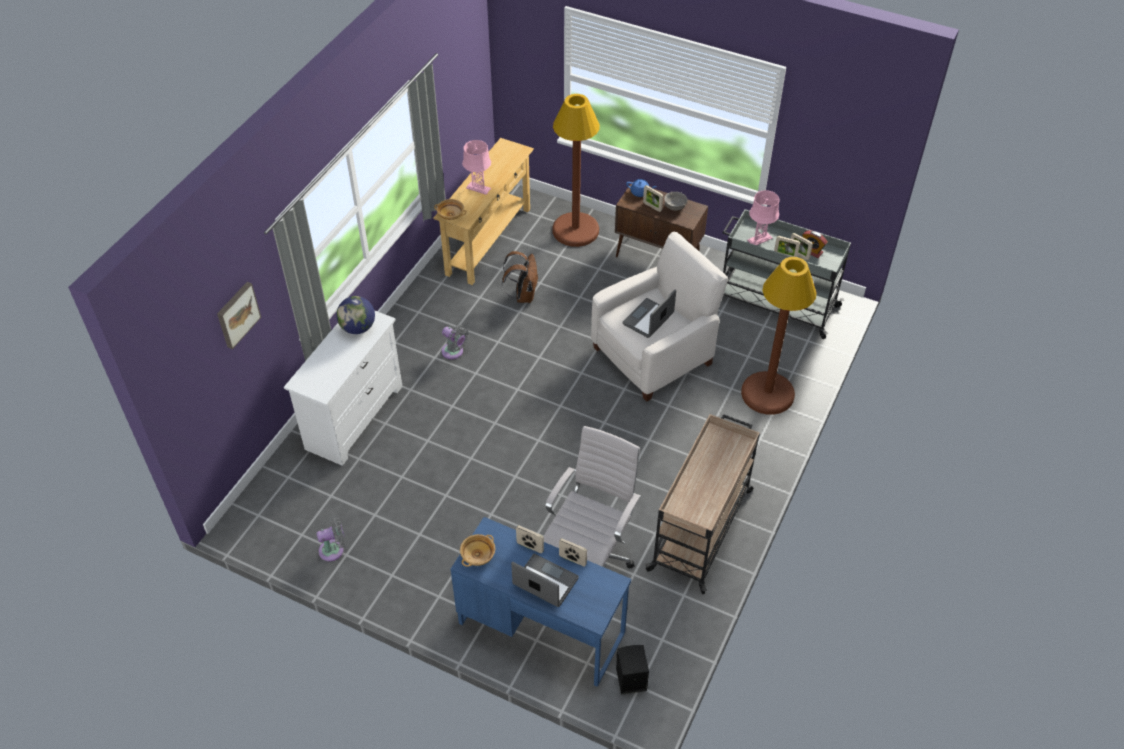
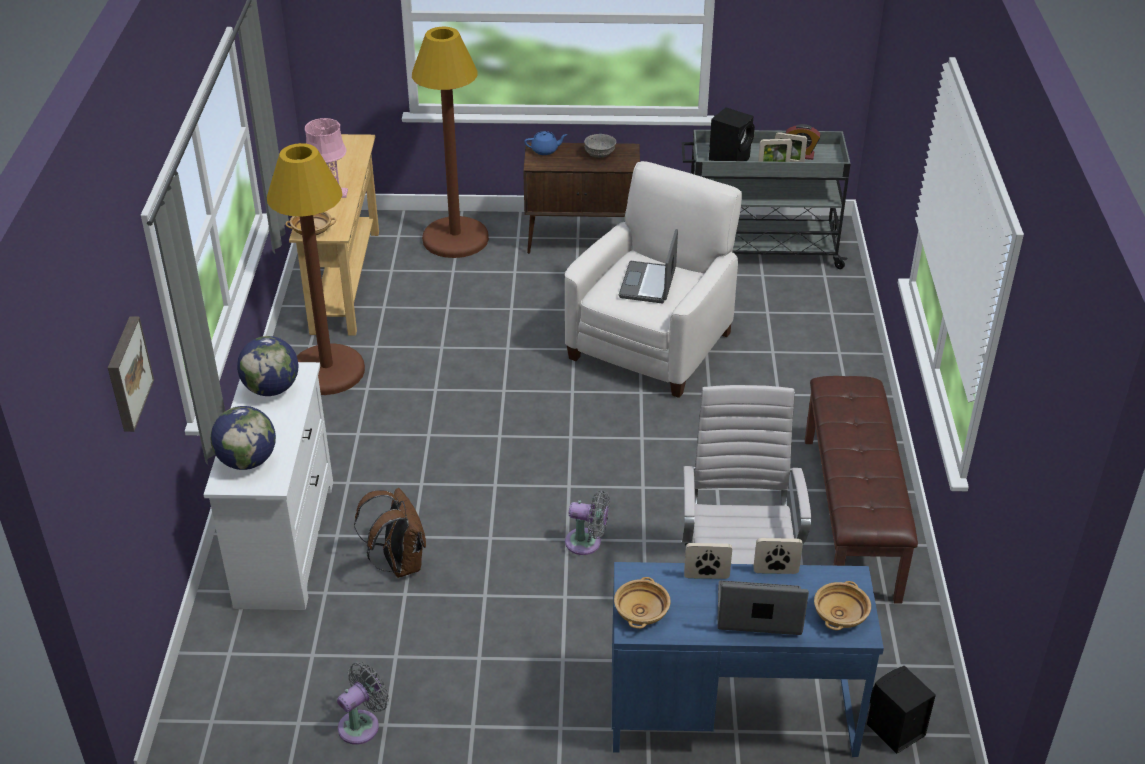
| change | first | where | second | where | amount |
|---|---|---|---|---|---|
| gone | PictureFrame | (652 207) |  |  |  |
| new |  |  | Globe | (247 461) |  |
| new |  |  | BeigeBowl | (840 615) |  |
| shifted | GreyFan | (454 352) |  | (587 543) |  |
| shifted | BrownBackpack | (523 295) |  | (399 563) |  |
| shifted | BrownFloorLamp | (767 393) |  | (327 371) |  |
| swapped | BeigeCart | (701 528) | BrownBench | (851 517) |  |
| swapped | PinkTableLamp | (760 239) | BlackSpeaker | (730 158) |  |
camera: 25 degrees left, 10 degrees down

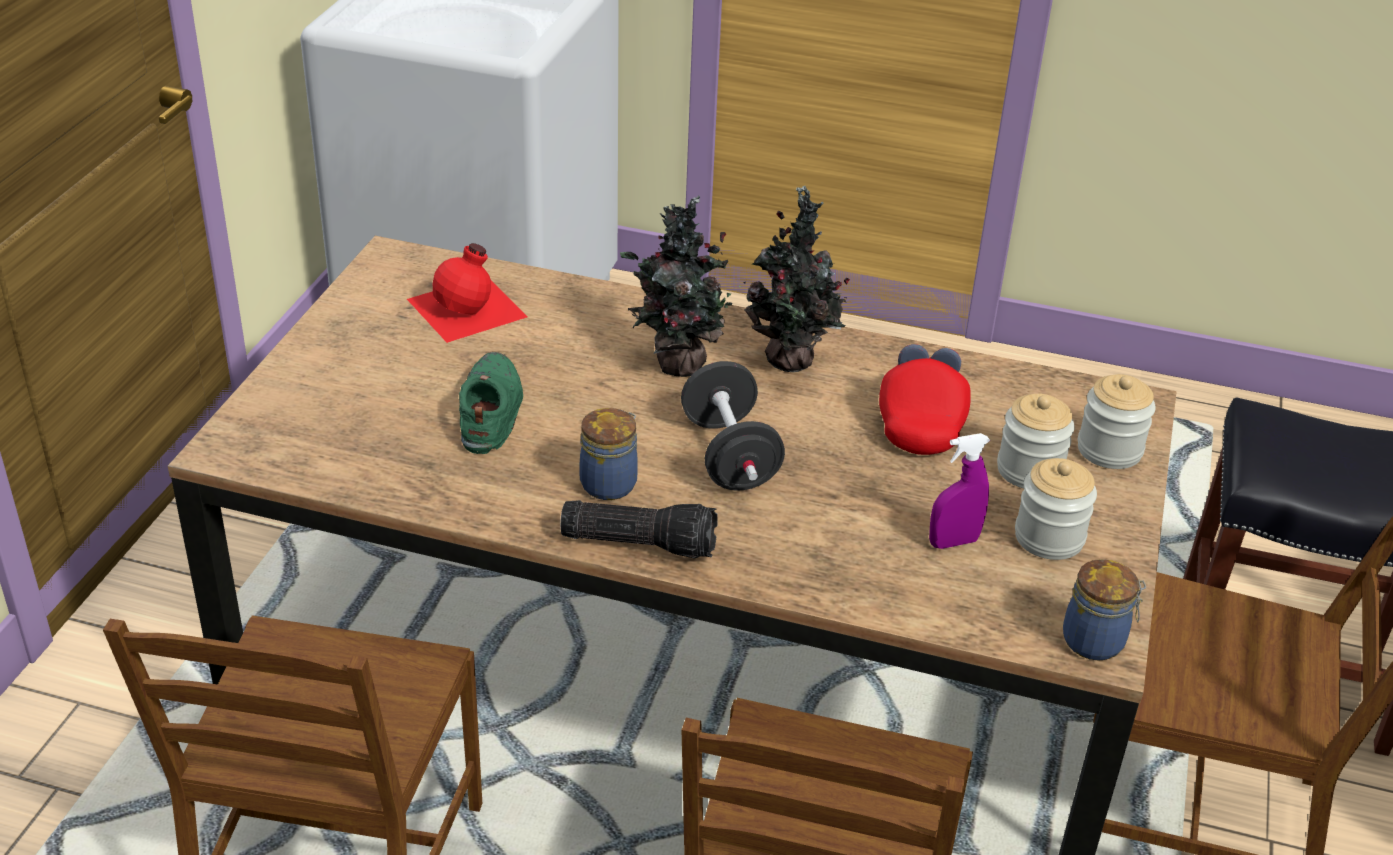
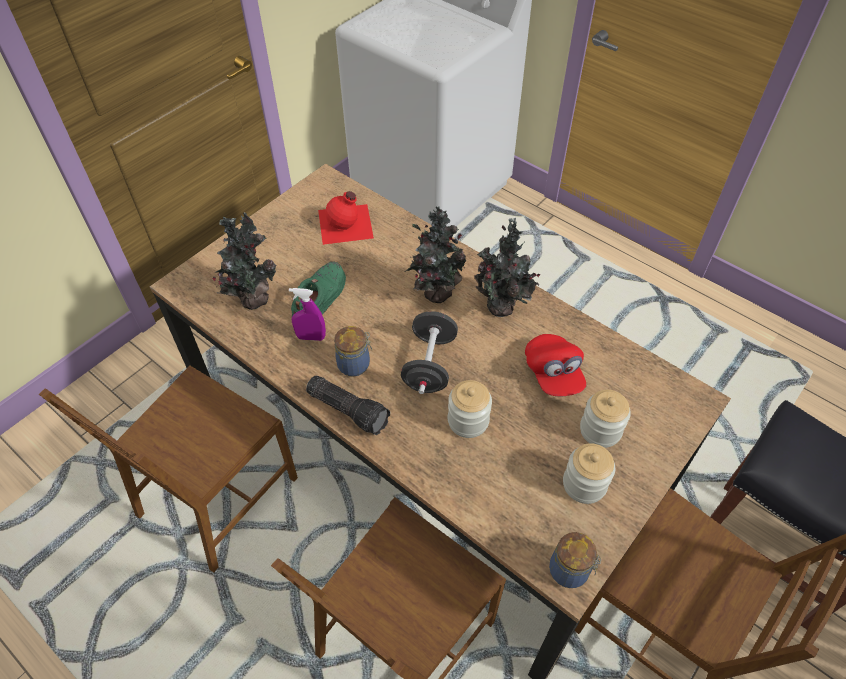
| change | first | where | second | where | amount |
|---|---|---|---|---|---|
| new |  |  | PottedPlant | (252 298) |  |
| shifted | PurpleSprayBottle | (953 542) |  | (311 337) |  |
| shifted | Jar | (1109 450) |  | (468 420) |  |
| rotated | RedCap | (920 422) |  | (553 374) | 135 degrees clockwise |
camera: 25 degrees right, 15 degrees up

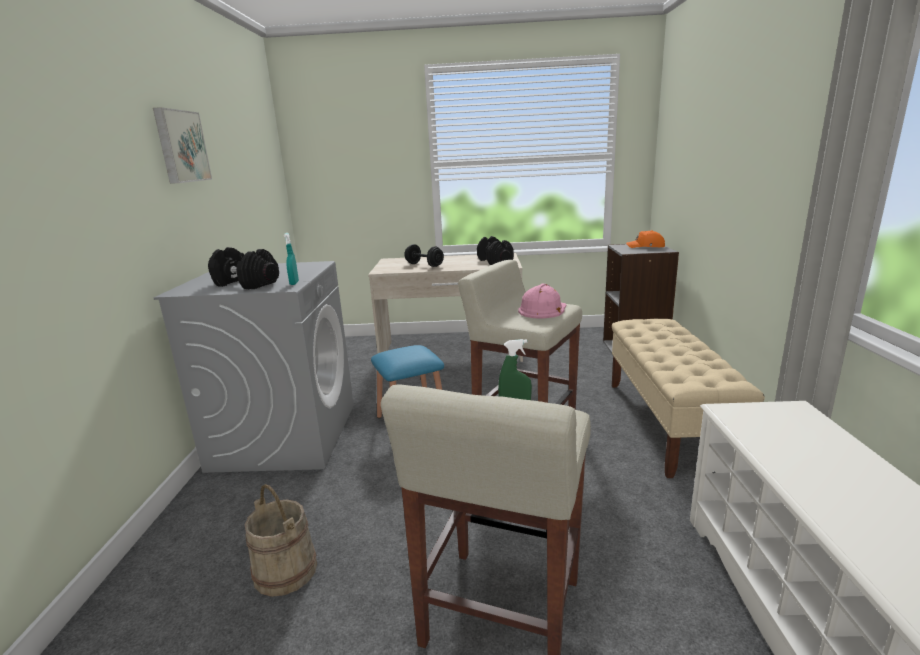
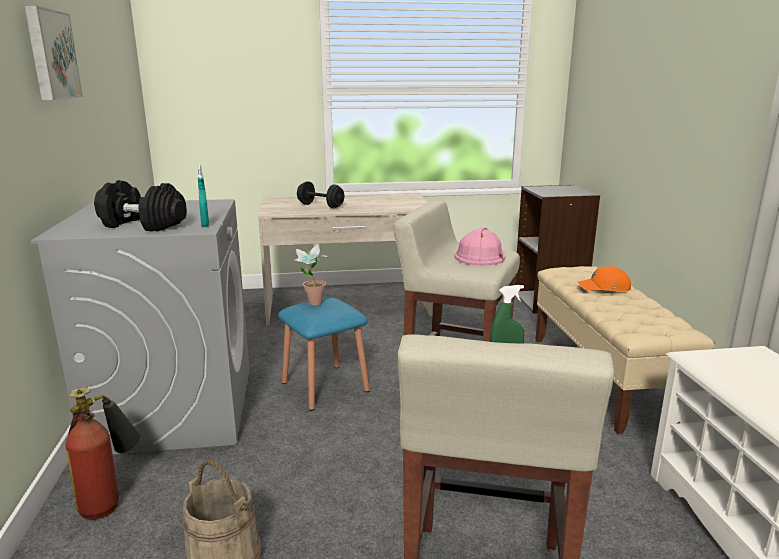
| change | first | where | second | where | amount |
|---|---|---|---|---|---|
| gone | BlackDumbbell | (494 261) |  |  |  |
| new |  |  | FireExtinguisher | (111 499) |  |
| new |  |  | PottedPlant | (312 304) |  |
| shifted | OrangeCap | (646 246) |  | (605 288) |  |
camera: 10 degrees left, 0 degrees up

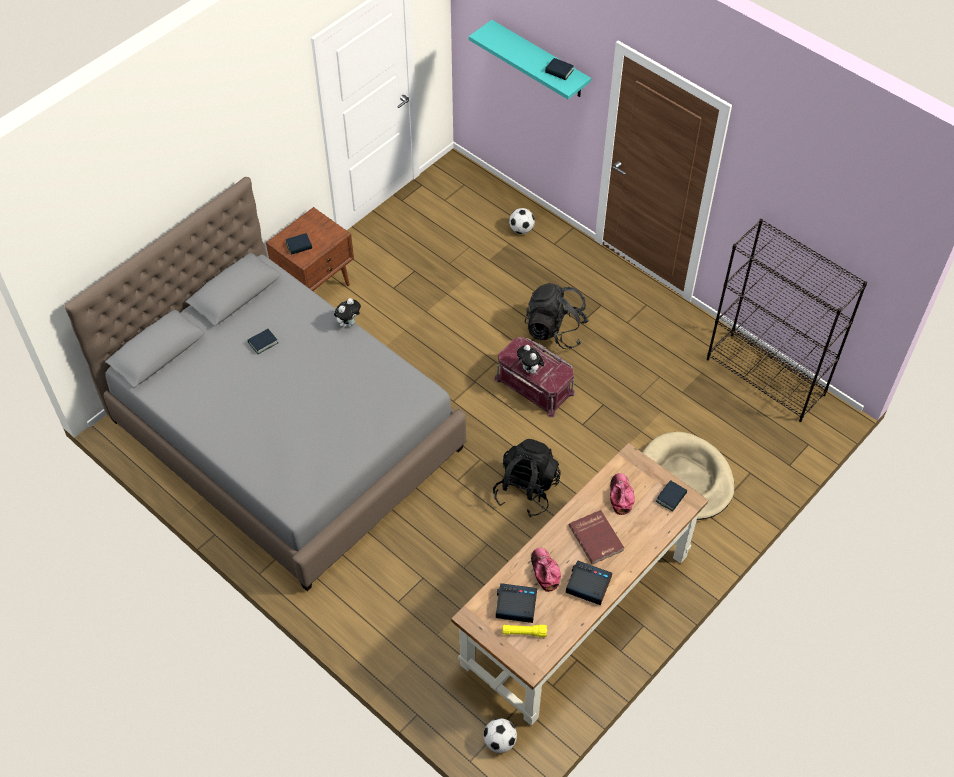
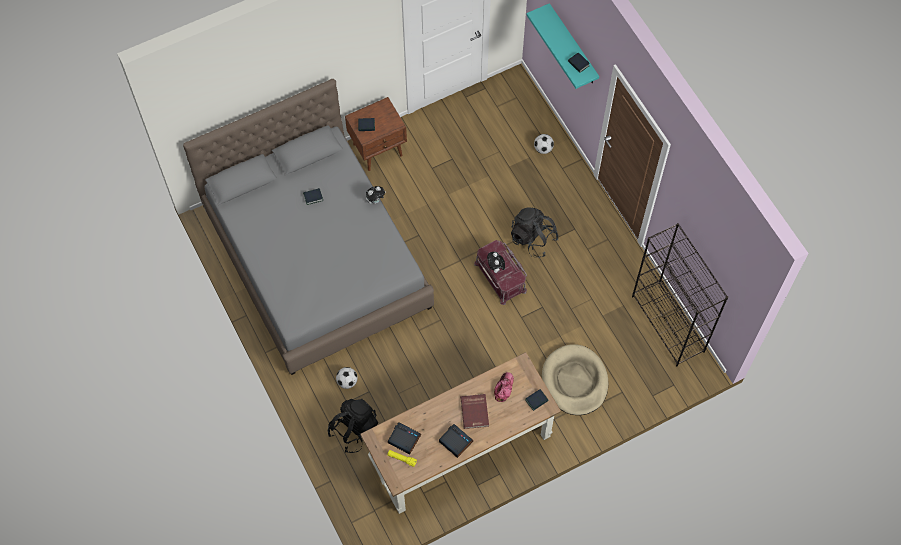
| change | first | where | second | where | amount |
|---|---|---|---|---|---|
| gone | Cap | (545 571) |  |  |  |
| shifted | Football | (500 741) |  | (347 382) |  |
| shifted | BlackBackpack | (526 490) |  | (354 430) |  |
camera: 20 degrees right, 10 degrees up

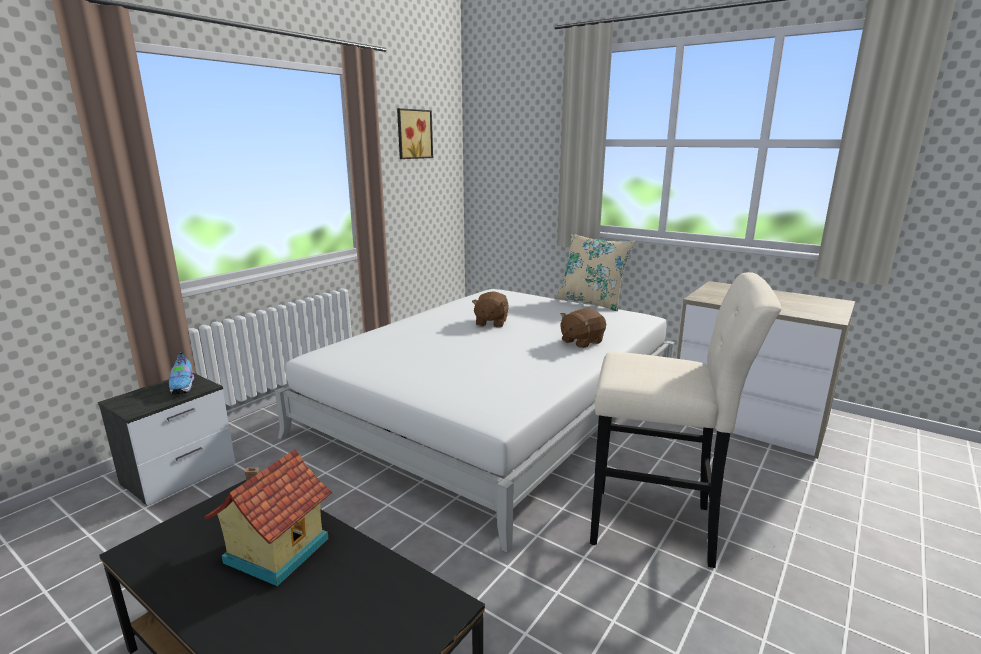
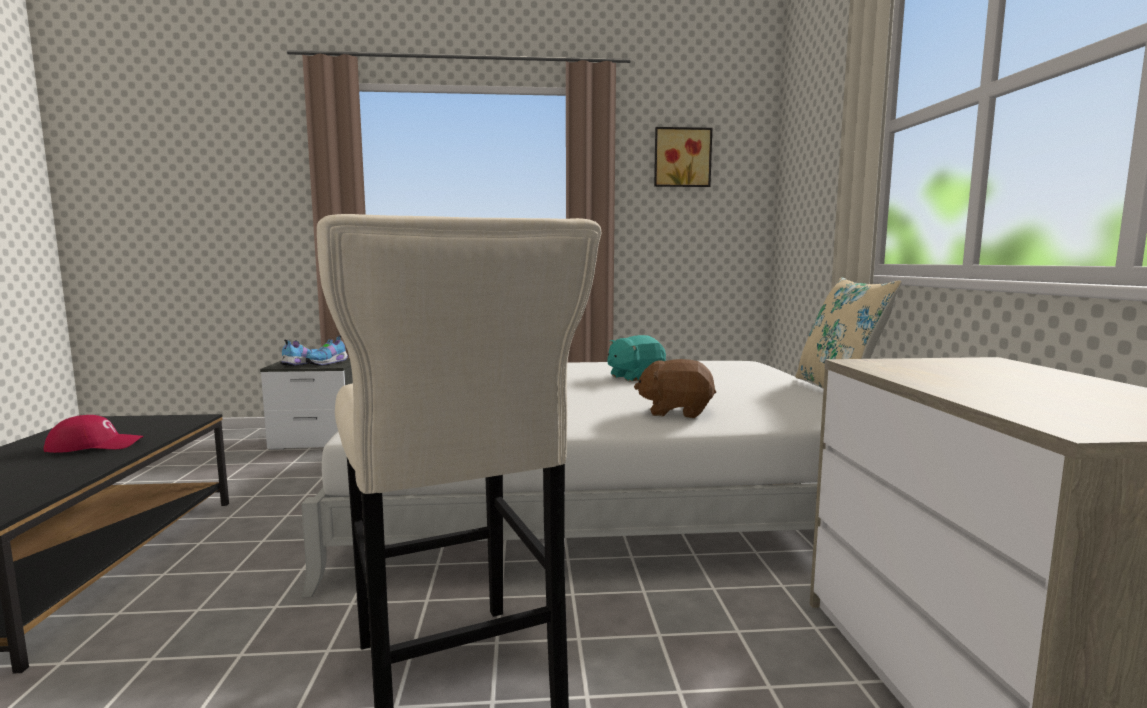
| change | first | where | second | where | amount |
|---|---|---|---|---|---|
| new |  |  | Shoe | (300 364) |  |
| swapped | ToyHouse | (274 550) | RedCap | (95 445) |  |
| repainted | BrownPlushToy | (491 323) | TurquoisePlushToy | (634 377) |  |
camera: 50 degrees right, 10 degrees down

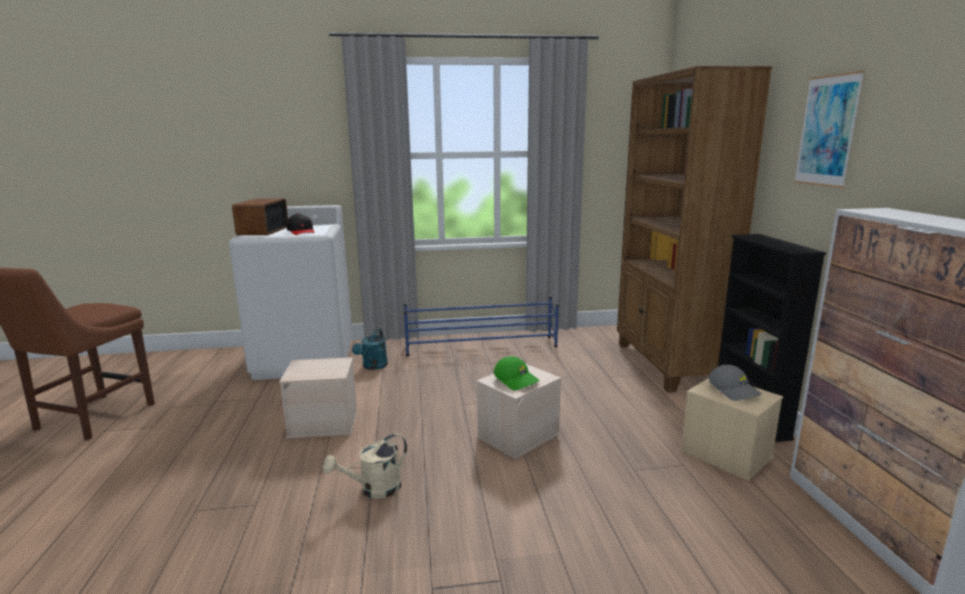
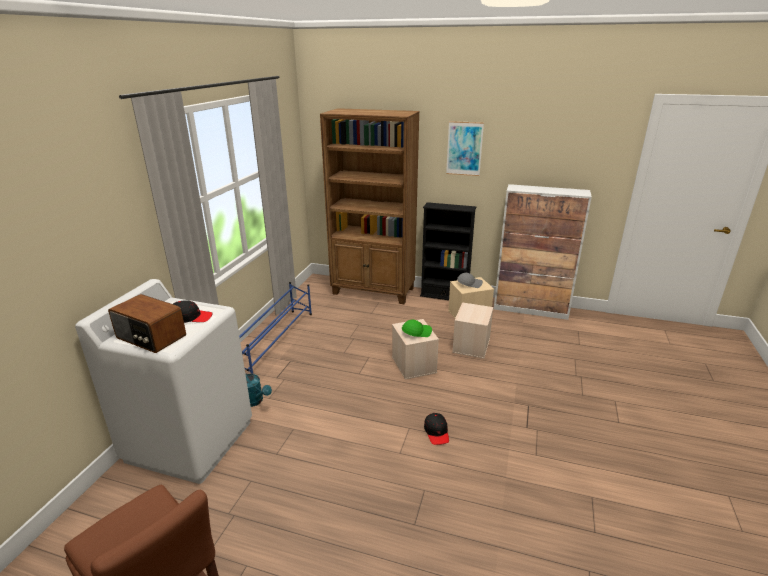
| change | first | where | second | where | amount |
|---|---|---|---|---|---|
| shifted | BeigeStorageBox | (324 423) |  | (471 345) |  |
| swapped | BeigeWateringCan | (374 490) | BlackCap | (436 432) |  |
camera: 65 degrees left, 10 degrees up

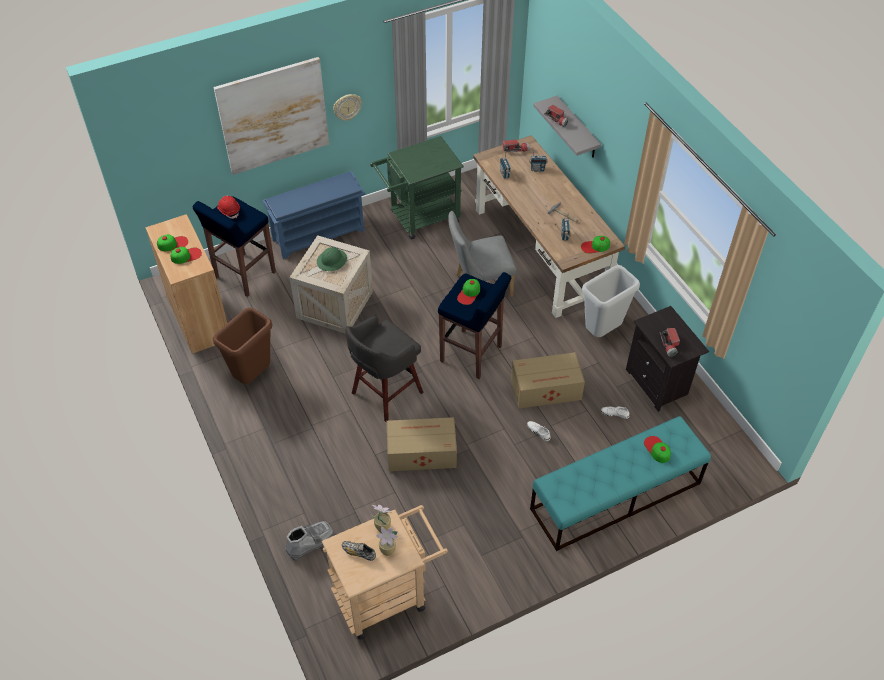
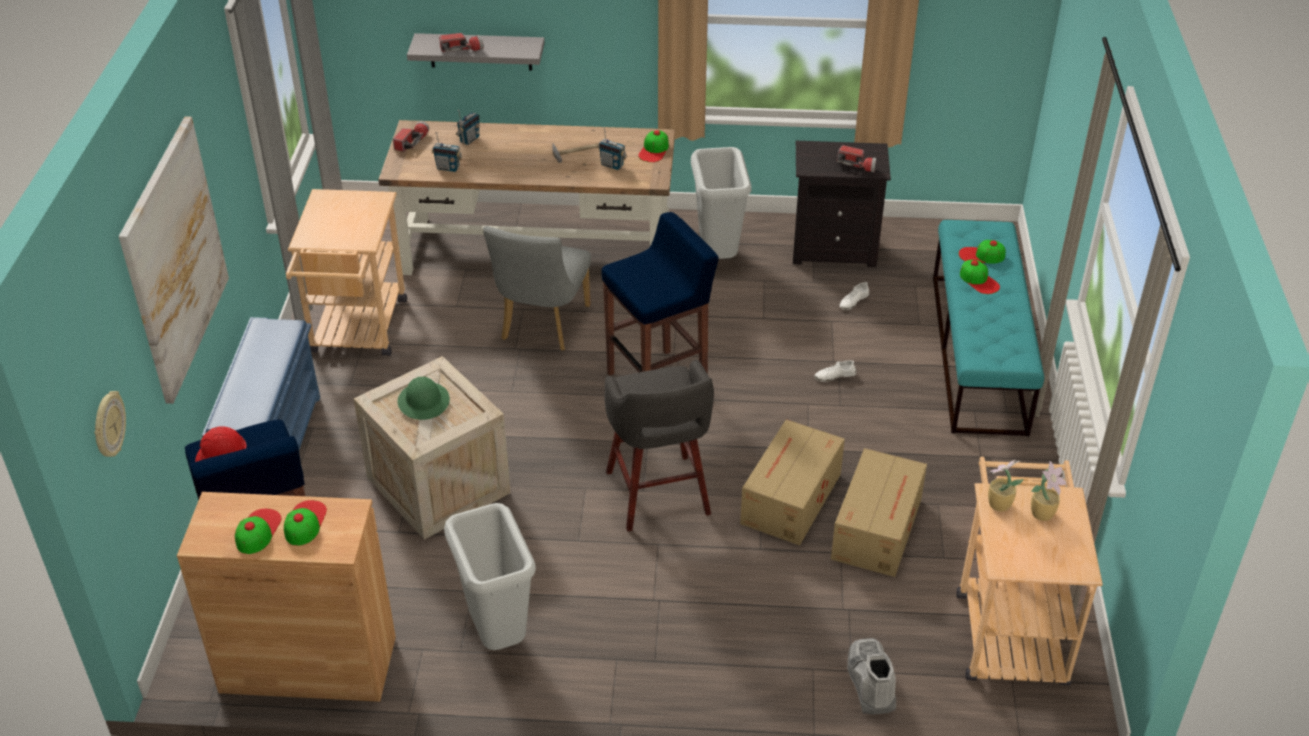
| change | first | where | second | where | amount |
|---|---|---|---|---|---|
| gone | Shoe | (358 552) |  |  |  |
| shifted | WallClock | (347 107) |  | (108 426) |  |
| shifted | Cap | (469 293) |  | (979 280) |  |
| shifted | CardboardBox | (547 389) |  | (878 528) |  |
| repainted | BrownTrashCan | (253 375) | GreyTrashCan | (497 636) |  |
| repainted | GreenCart | (419 218) | BeigeCart | (357 333) |  |
camera: 60 degrees left, 10 degrees down

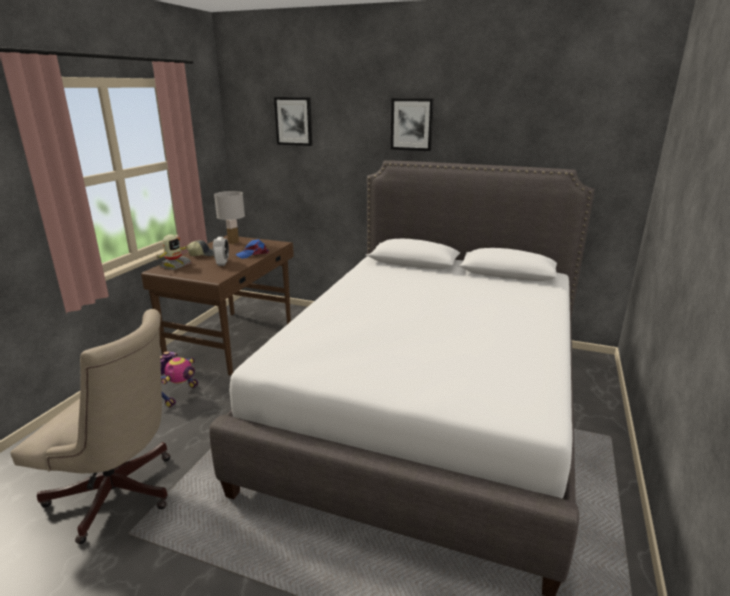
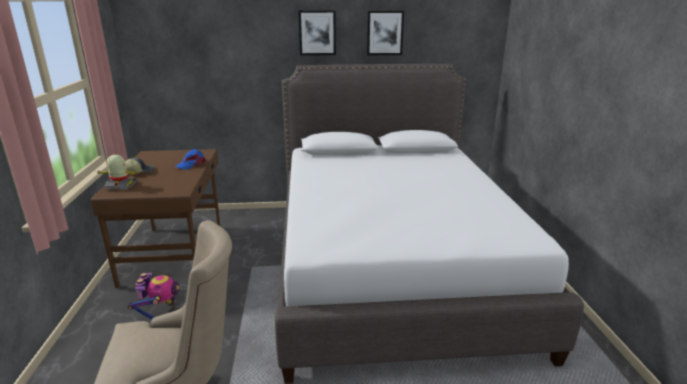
| change | first | where | second | where | amount |
|---|---|---|---|---|---|
| gone | AlarmClock | (222 263) |  |  |  |
| gone | WhiteTableLamp | (233 242) |  |  |  |
| shifted | Picture | (294 121) |  | (384 33) |  |
| rotated | ToyRobot | (175 265) |  | (121 186) | 90 degrees counterclockwise |
camera: 25 degrees left, 0 degrees up

